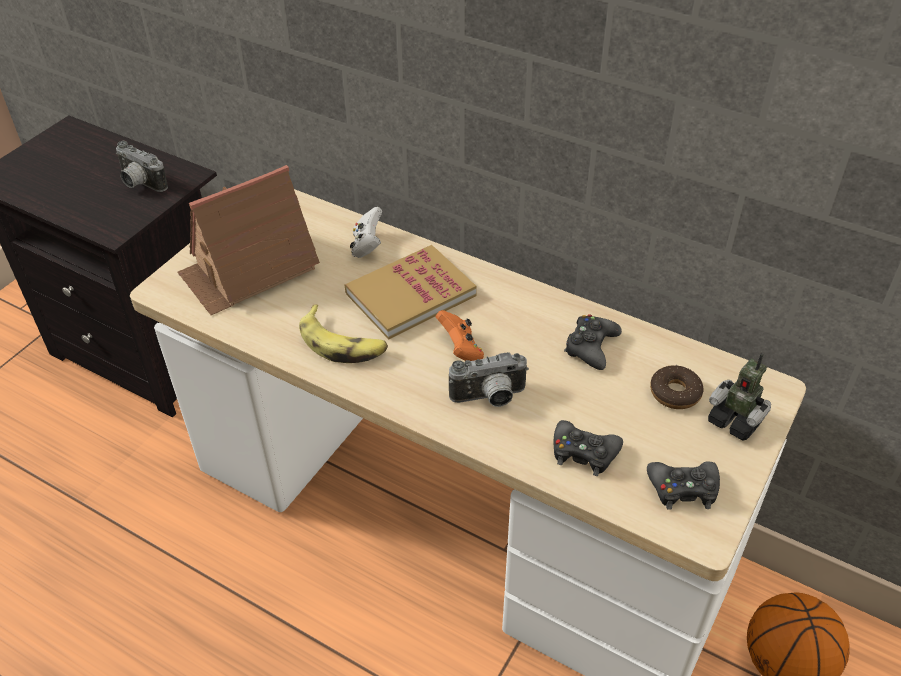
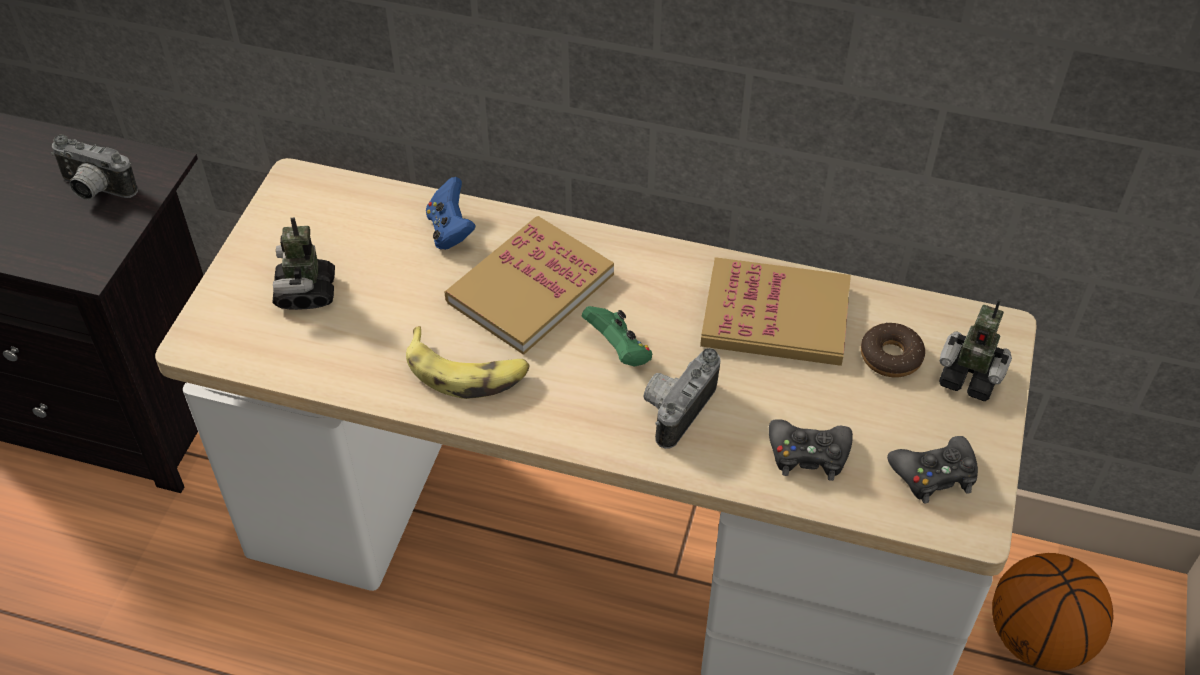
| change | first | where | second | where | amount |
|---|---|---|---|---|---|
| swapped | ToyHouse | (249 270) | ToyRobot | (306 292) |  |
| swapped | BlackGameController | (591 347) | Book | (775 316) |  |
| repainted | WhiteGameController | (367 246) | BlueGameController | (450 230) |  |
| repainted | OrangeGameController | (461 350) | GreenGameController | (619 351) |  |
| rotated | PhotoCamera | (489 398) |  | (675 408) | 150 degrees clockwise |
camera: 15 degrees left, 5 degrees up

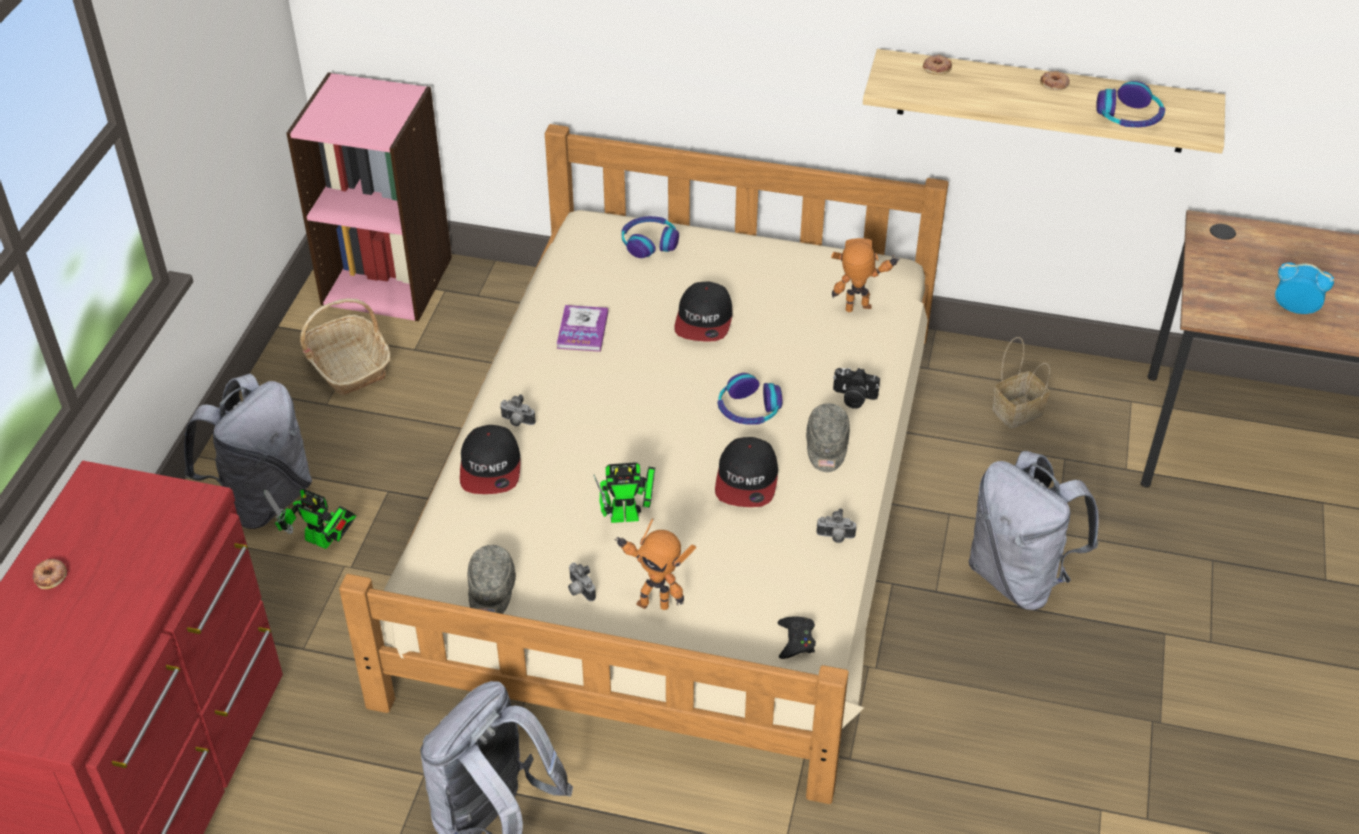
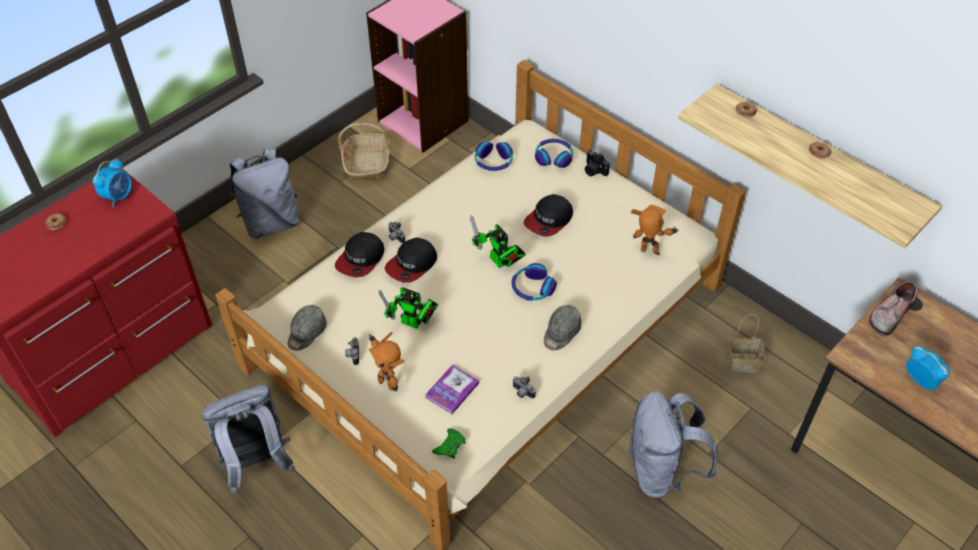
| change | first | where | second | where | amount |
|---|---|---|---|---|---|
| new |  |  | AlarmClock | (118 196) |  |
| new |  |  | Shoe | (889 313) |  |
| shifted | ToyRobot | (323 542) |  | (499 262) |  |
| shifted | Book | (582 330) |  | (452 390) |  |
| shifted | Cap | (747 480) |  | (412 264) |  |
| shifted | PhotoCamera | (853 398) |  | (593 170) |  |
| shifted | Headphones | (1129 117) |  | (493 161) |  |
| repainted | BlackGameController | (796 640) | GreenGameController | (450 446) |  |
camera: 30 degrees right, 5 degrees up

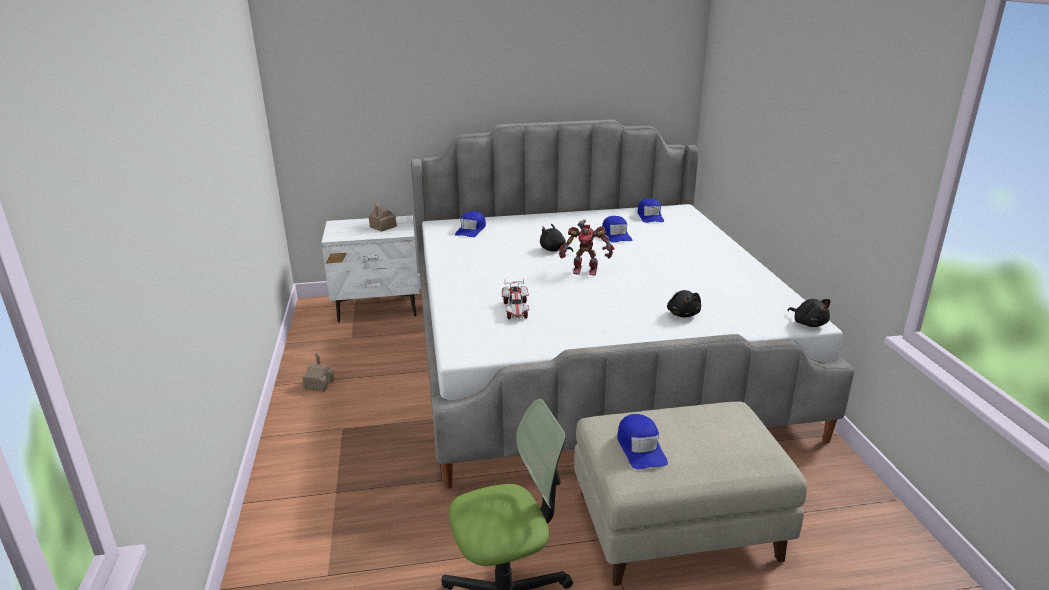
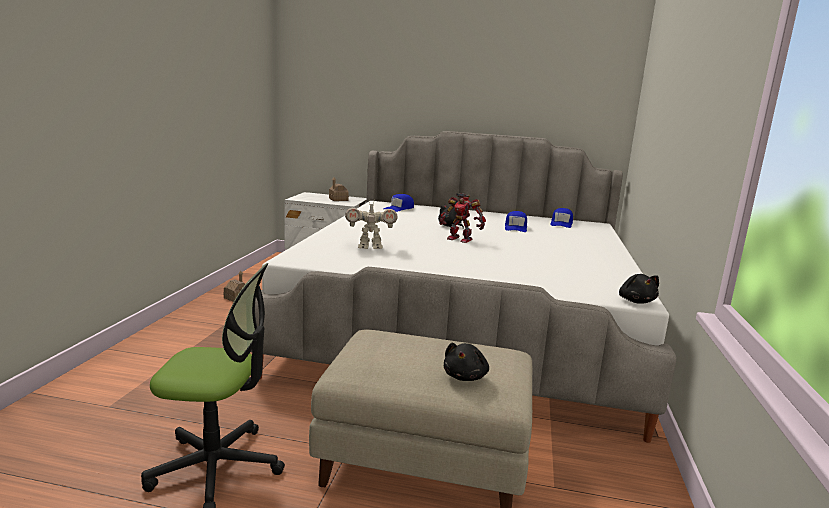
| change | first | where | second | where | amount |
|---|---|---|---|---|---|
| gone | BlueCap | (640 448) |  |  |  |
| shifted | BlackPlushToy | (683 314) |  | (465 376) |  |
| swapped | ToyCar | (516 310) | ToyRobot | (370 247) |  |
camera: 20 degrees right, 10 degrees down

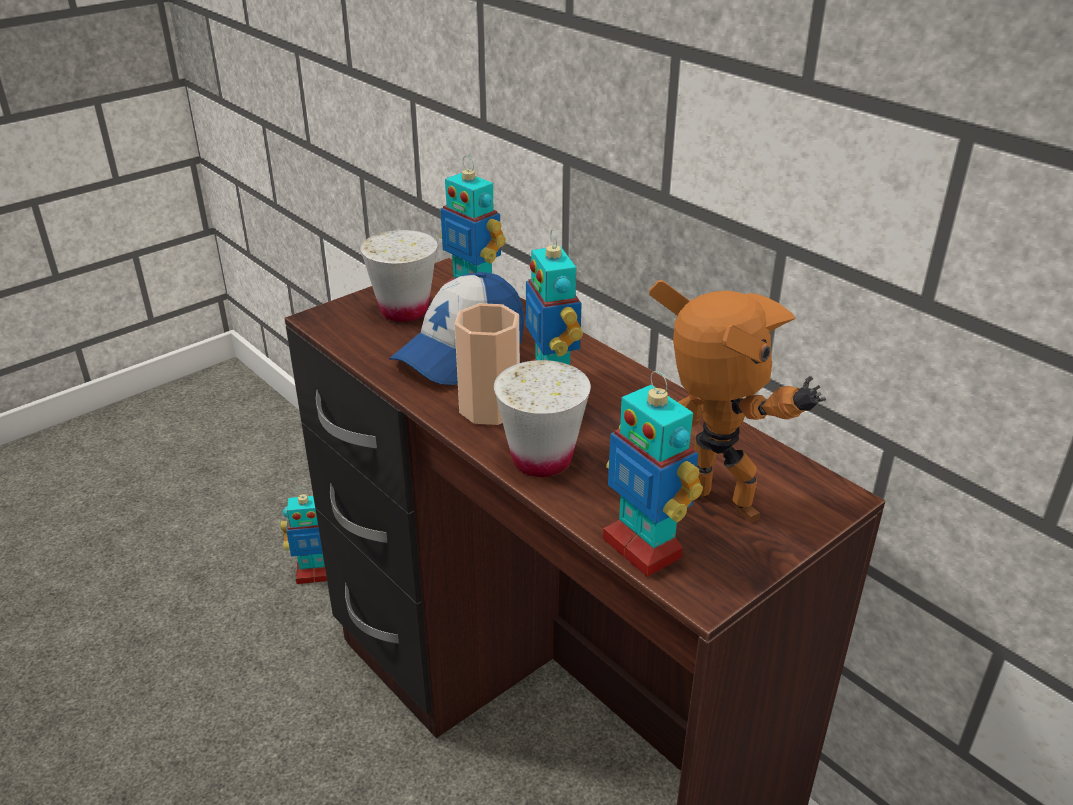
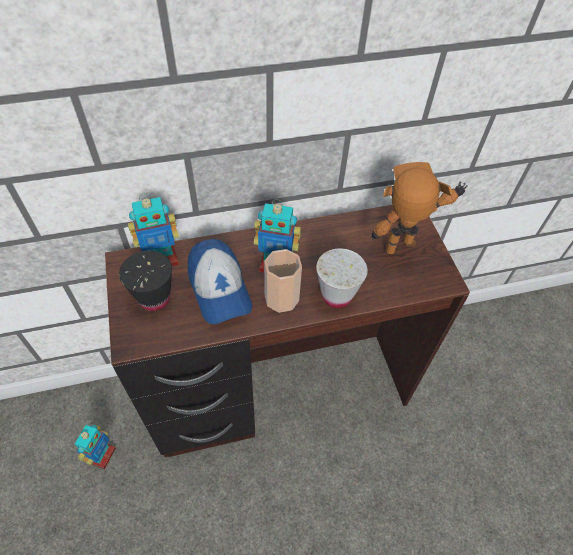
| change | first | where | second | where | amount |
|---|---|---|---|---|---|
| gone | ToyRobot | (643 547) |  |  |  |
| repainted | WhiteCup | (404 311) | BlackCup | (154 298) |  |
camera: 65 degrees left, 20 degrees up

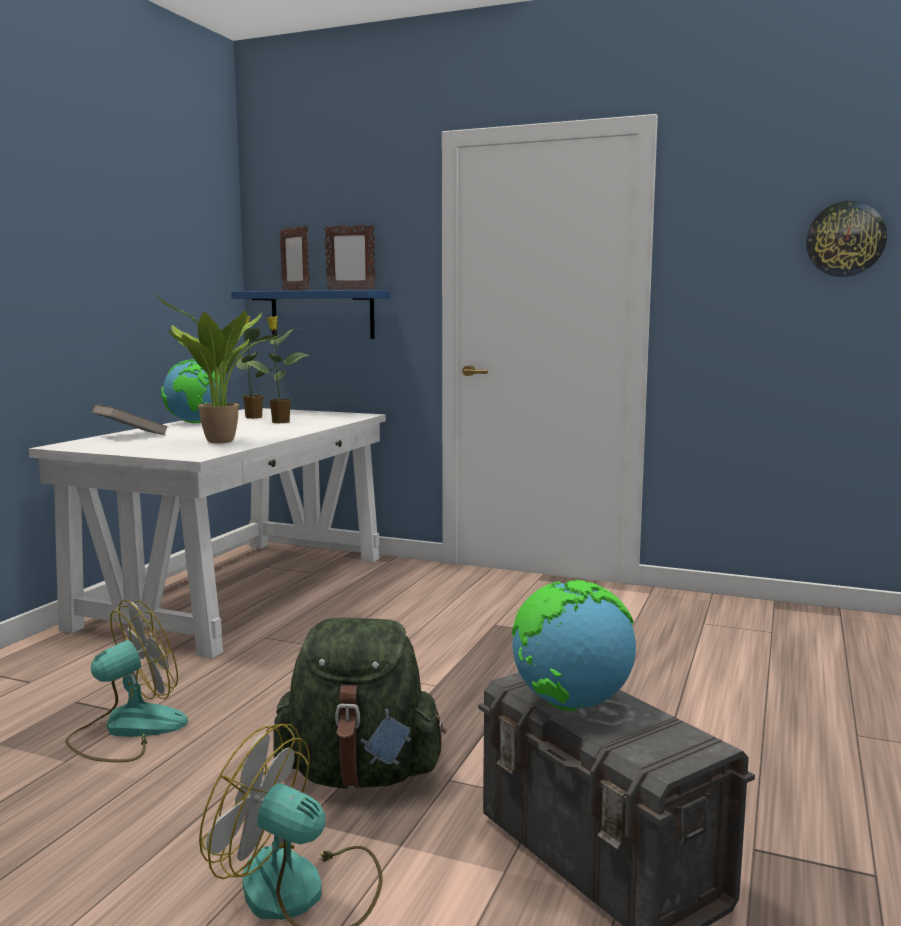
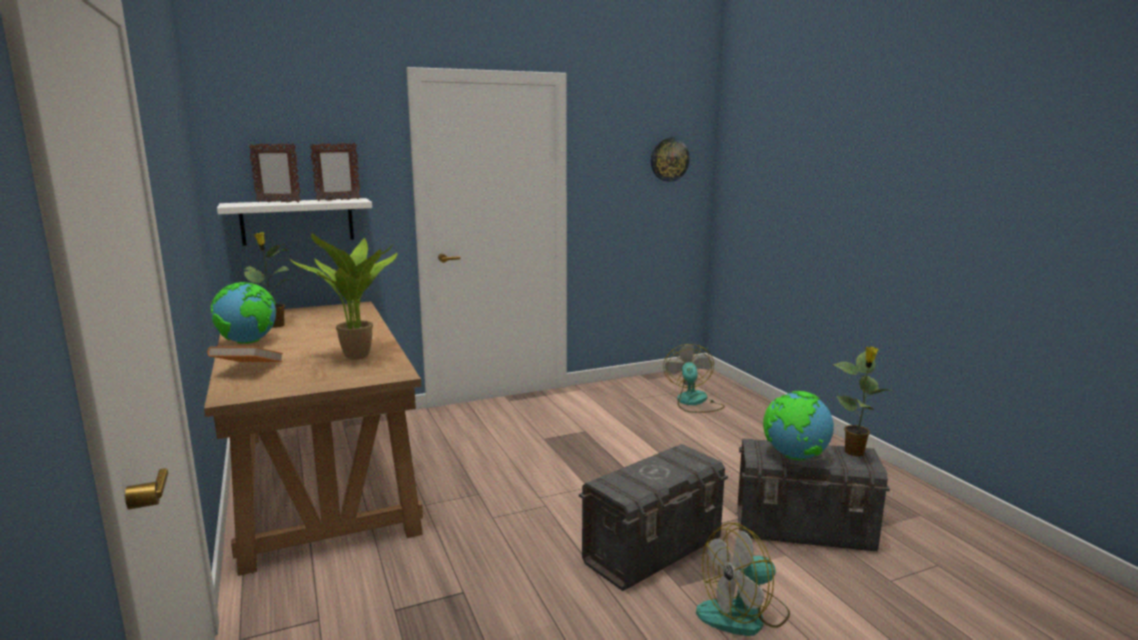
| change | first | where | second | where | amount |
|---|---|---|---|---|---|
| shifted | Fan | (127 730) |  | (693 402) |  |
| shifted | PottedPlant | (279 422) |  | (855 453) |  |
| swapped | GreenBackpack | (360 775) | GreyStorageBox | (653 551) |  |
| repainted | WhiteDesk | (238 590) | BrownDesk | (321 481) |  |
| repainted | GreyBook | (131 436) | OrangeBook | (248 370) |  |
| repainted | BlueShelf | (322 314) | WhiteShelf | (297 221) |  |
camera: 45 degrees left, 5 degrees up

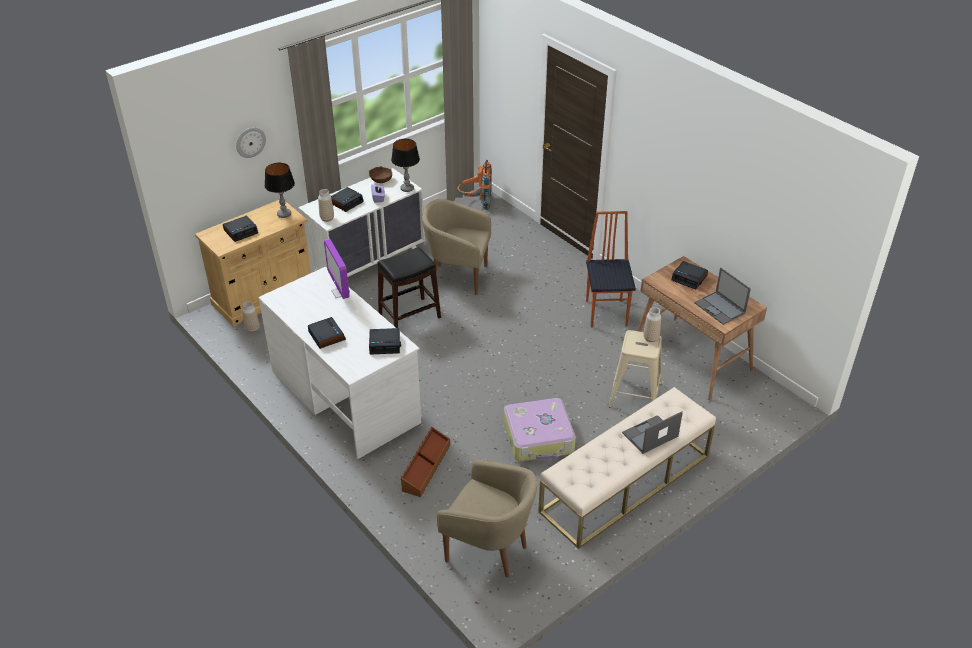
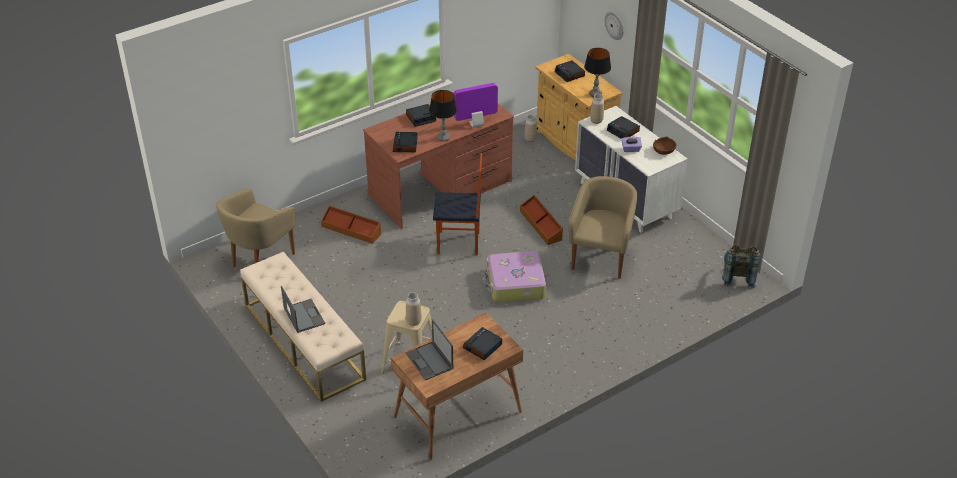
| change | first | where | second | where | amount |
|---|---|---|---|---|---|
| shifted | TableLamp | (407 188) |  | (443 138) |  |
| shifted | Suitcase | (539 438) |  | (515 284) |  |
| shifted | Chair | (607 313) |  | (459 244) |  |
| swapped | BlackStool | (409 316) | BrownStorageBox | (541 225) |  |
| repainted | WhiteDesk | (345 395) | BrownDesk | (441 189) |  |
| repainted | OrangeBackpack | (475 203) | GreyBackpack | (737 277) |  |
| rotated | Laptop | (720 308) |  | (430 361) | 90 degrees counterclockwise |
camera: 95 degrees right, 0 degrees up

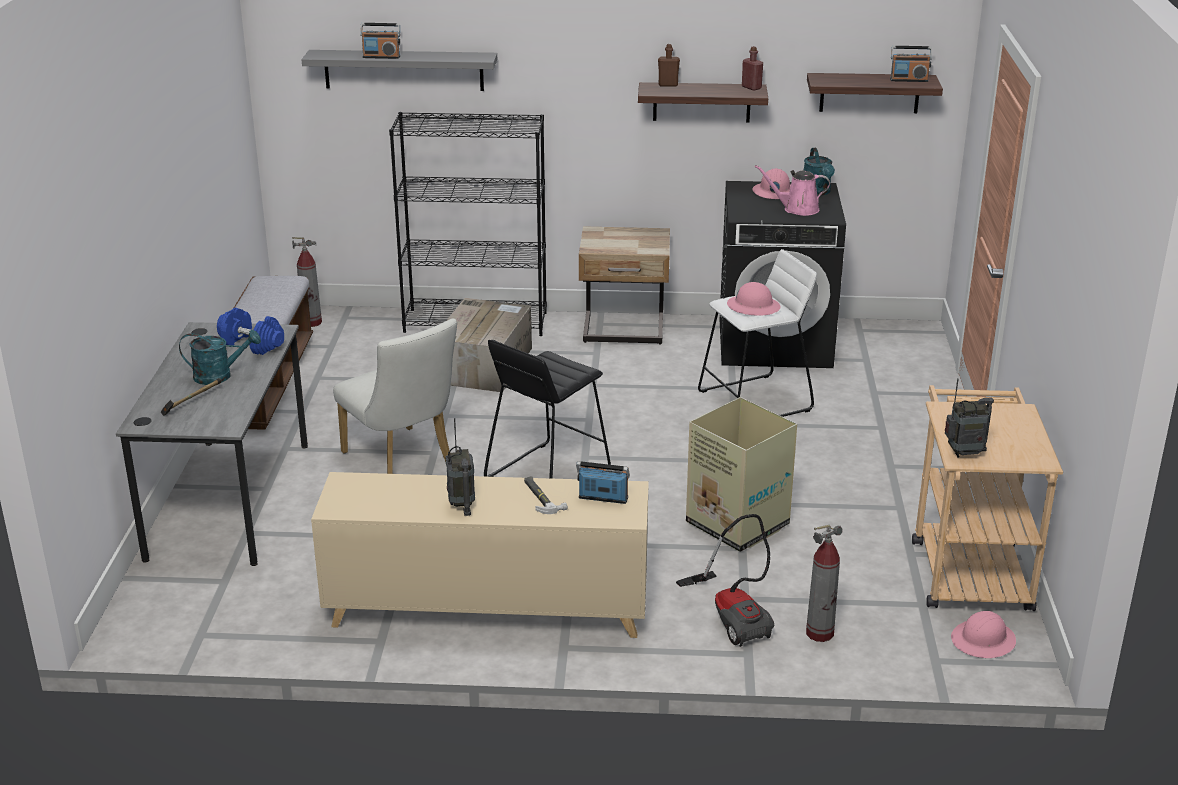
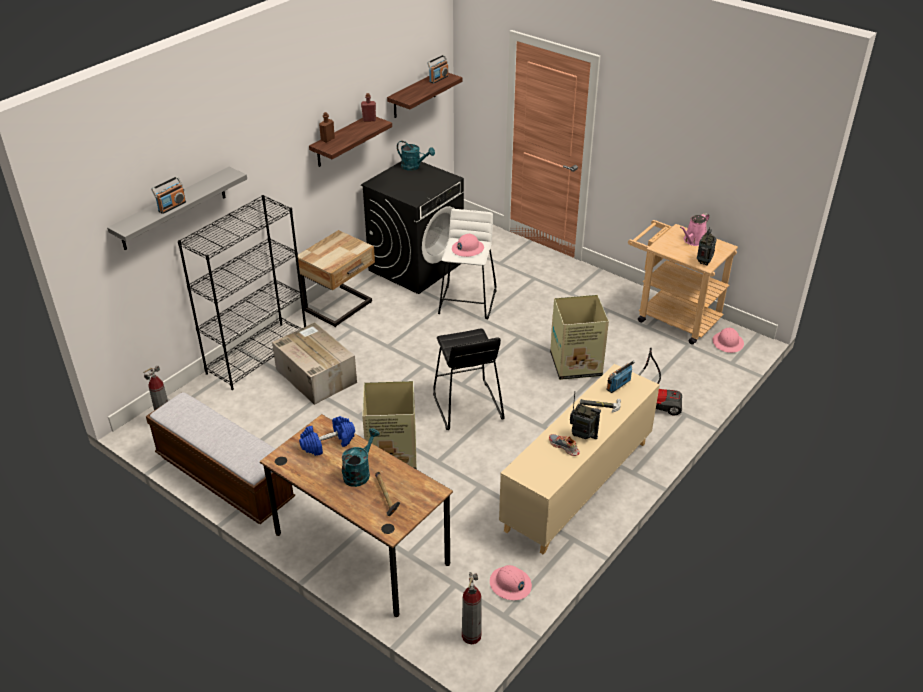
| change | first | where | second | where | amount |
|---|---|---|---|---|---|
| new |  |  | Shoe | (564 447) |  |
| shifted | PinkHardHat | (774 192) |  | (510 584) |  |
| shifted | PinkWateringCan | (797 209) |  | (693 241) |  |
| shifted | FireExtinguisher | (820 633) |  | (471 635) |  |
| swapped | WhiteChair | (402 461) | CardboardBox | (393 455) |  |
| repainted | GreyDesk | (230 500) | BrownDesk | (361 548) |  |
camera: 55 degrees left, 10 degrees up

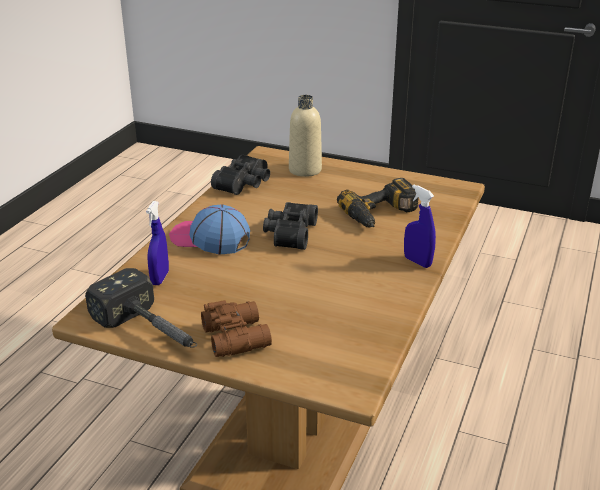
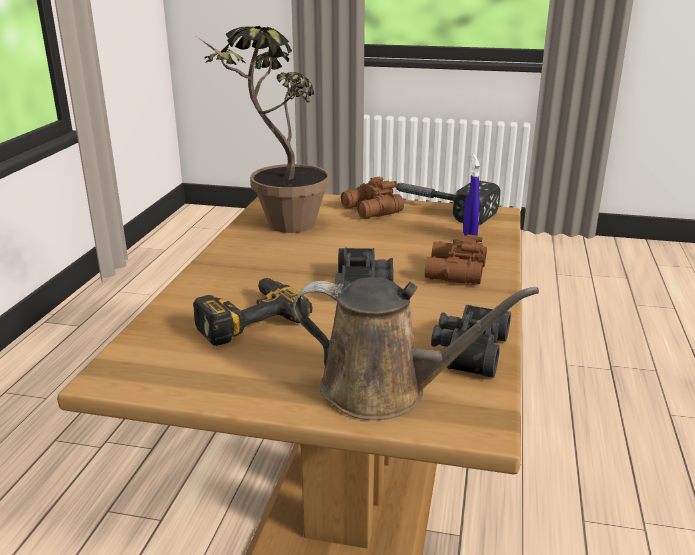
| change | first | where | second | where | amount |
|---|---|---|---|---|---|
| gone | BlueSprayBottle | (417 262) |  |  |  |
| new |  |  | PottedPlant | (280 229) |  |
| swapped | Cap | (209 238) | BrownBinoculars | (453 273) |  |
| swapped | BeigeBottle | (305 170) | BrownWateringCan | (384 390) |  |
camera: 170 degrees right, 5 degrees down

